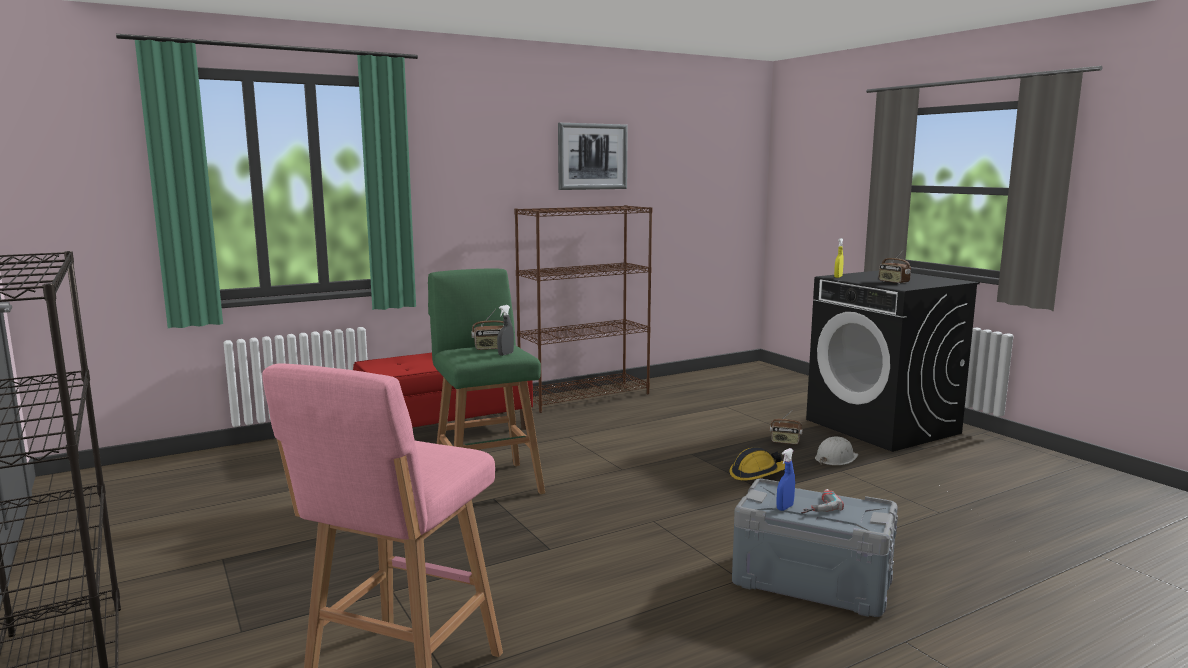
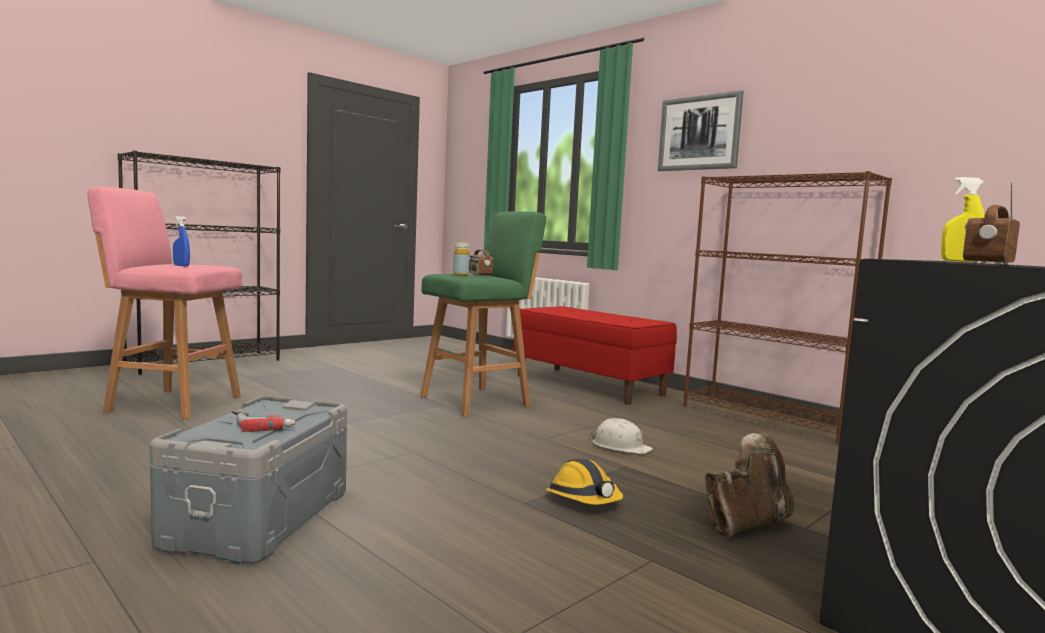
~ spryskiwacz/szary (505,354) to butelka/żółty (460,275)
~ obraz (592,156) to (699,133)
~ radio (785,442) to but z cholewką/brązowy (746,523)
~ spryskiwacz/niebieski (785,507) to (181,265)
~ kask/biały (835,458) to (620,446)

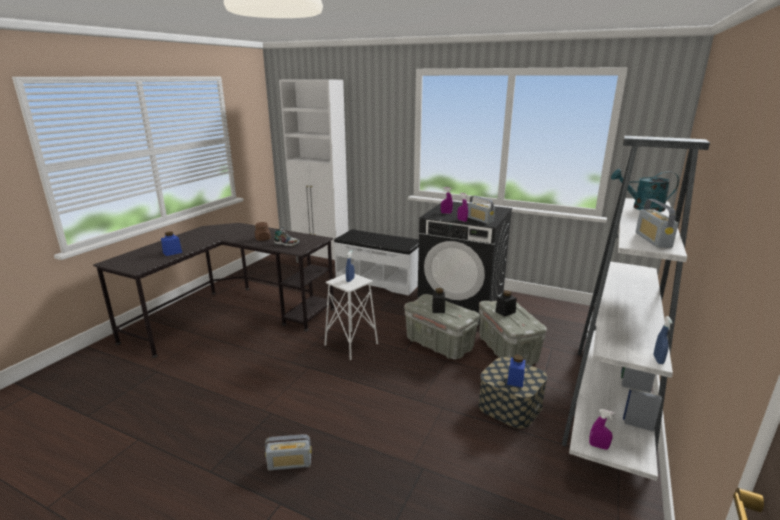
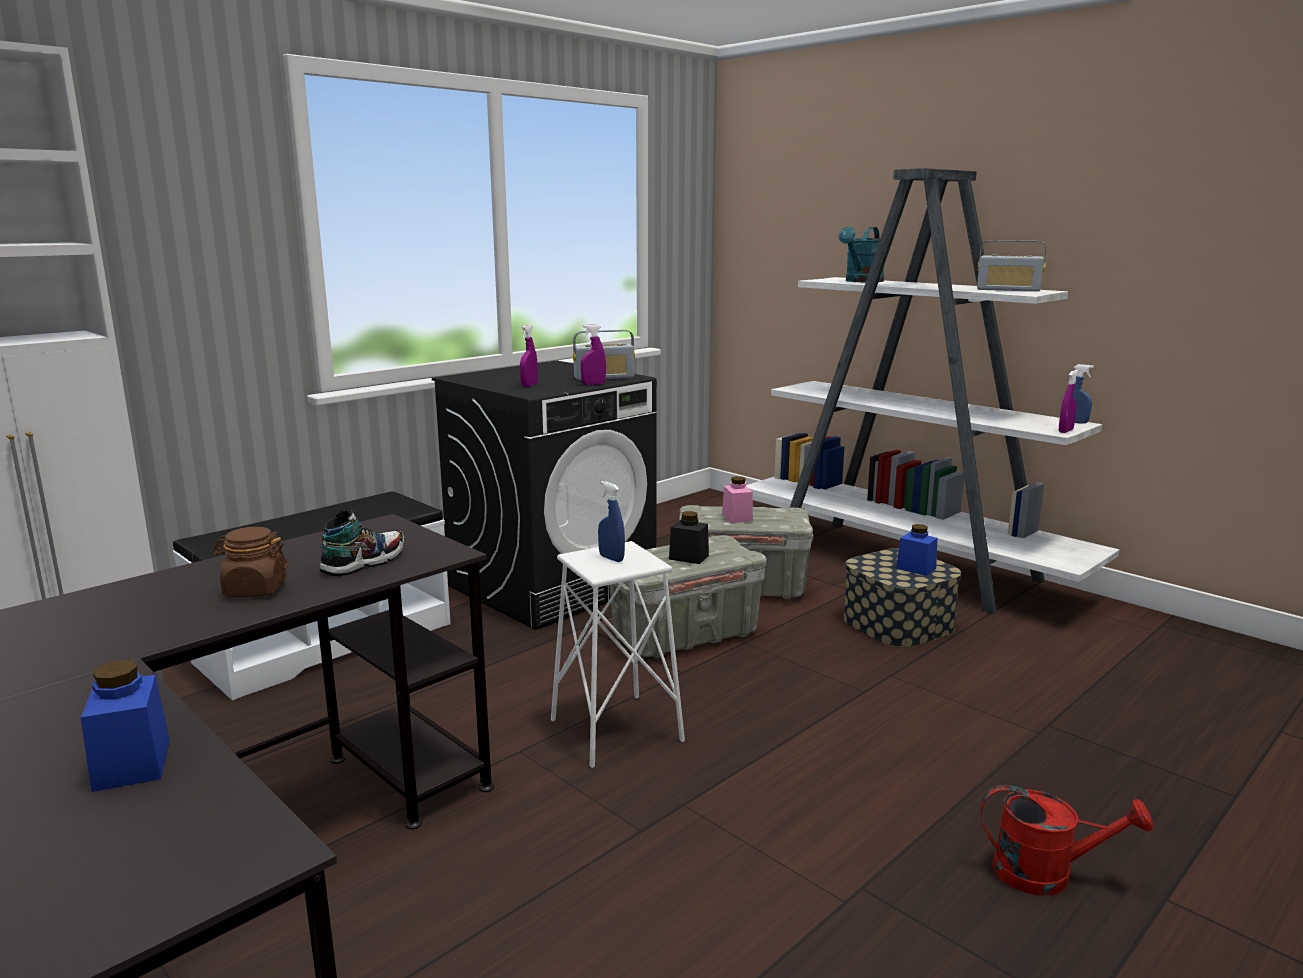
~ radio (289,463) to konewka/czerwony (1046,874)
~ słoik/czarny (505,312) to słoik/różowy (737,517)
~ spryskiwacz/fioletowy (598,446) to (1065,431)

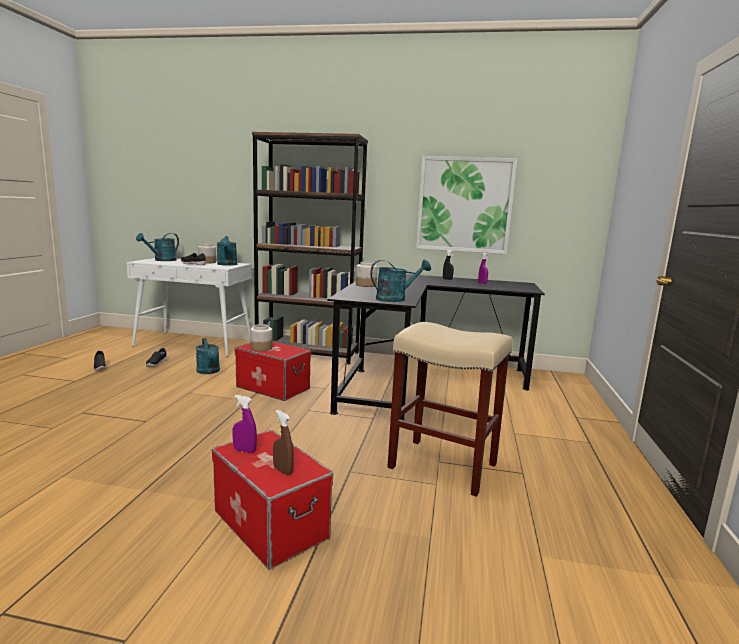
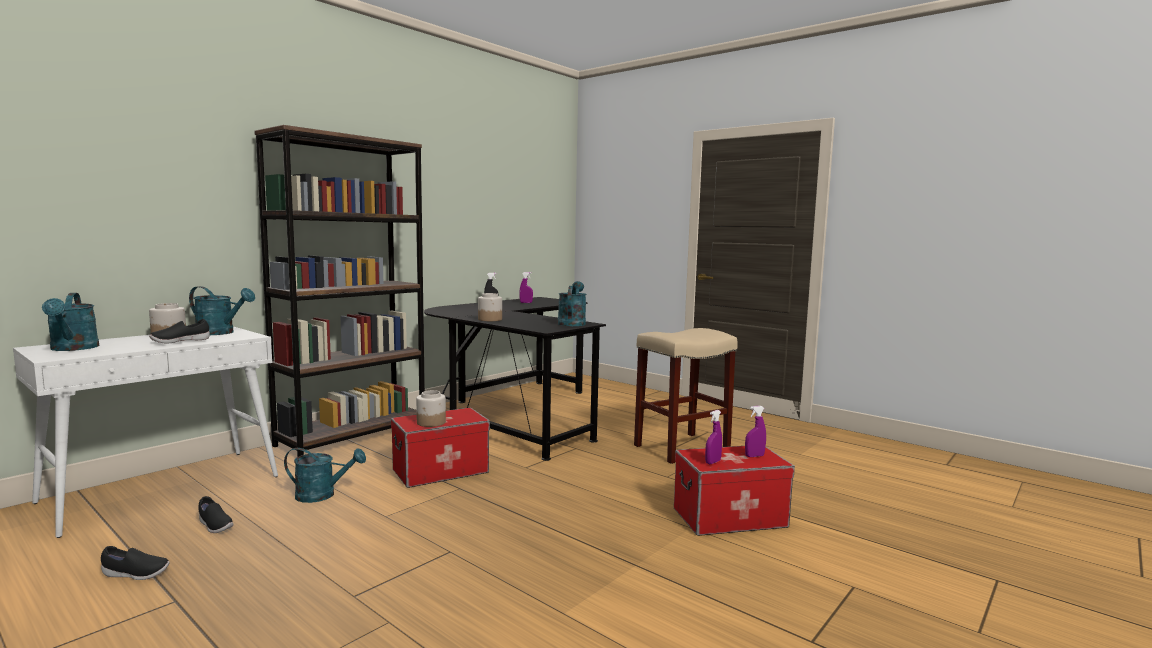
~ spryskiwacz/brązowy (283,470) to spryskiwacz/fioletowy (754,456)
- obraz (464,205)

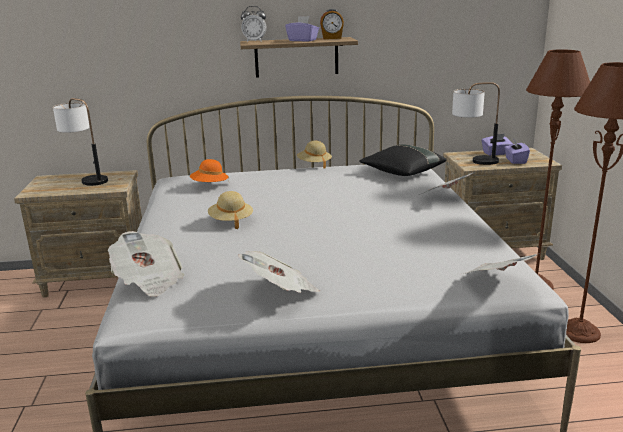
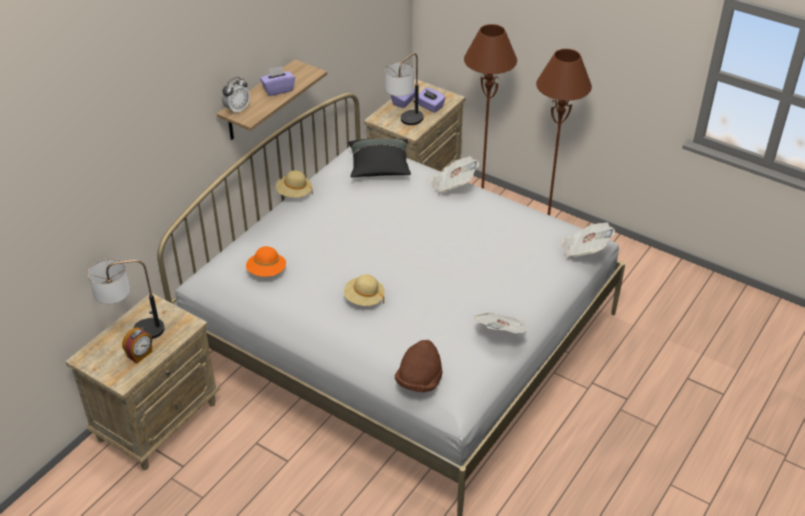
~ gazeta (148,280) to kapelusz/brązowy (419,381)
~ budzik (332,38) to (140,355)

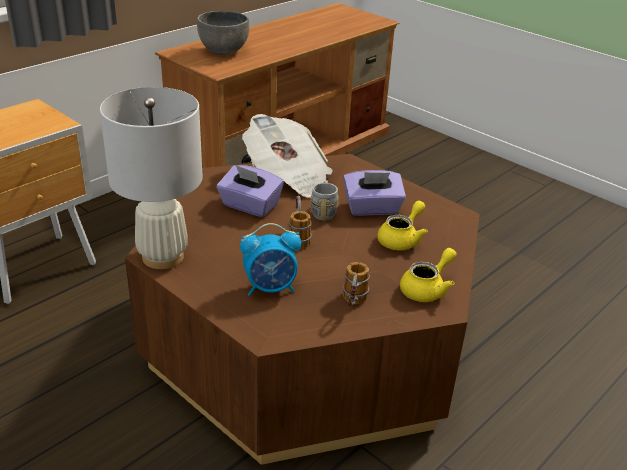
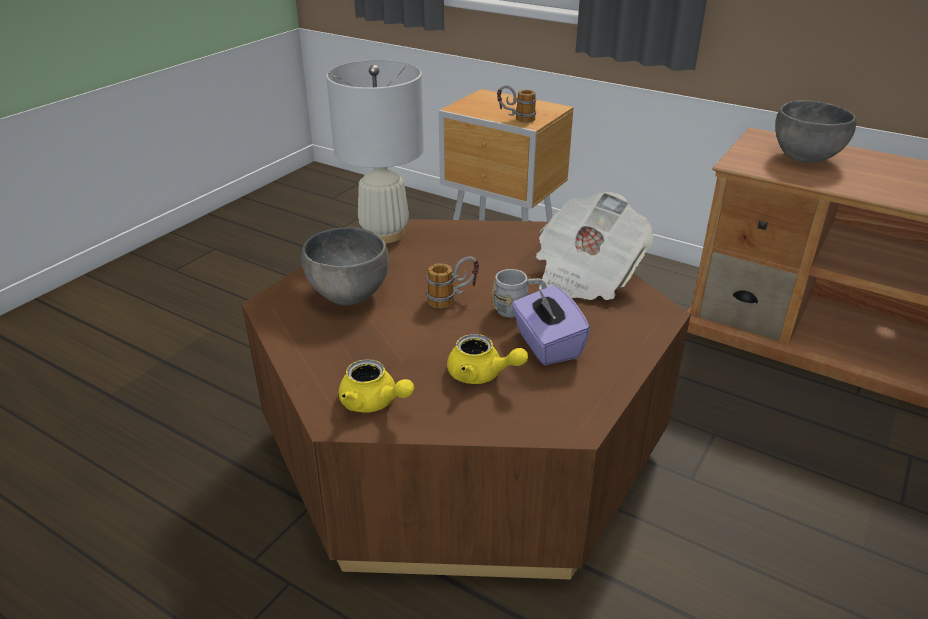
- pudełko chusteczek/fioletowy (249,206)
~ budzik (271,288) to miska/szary (349,295)
~ kubek (353,303) to (516,119)

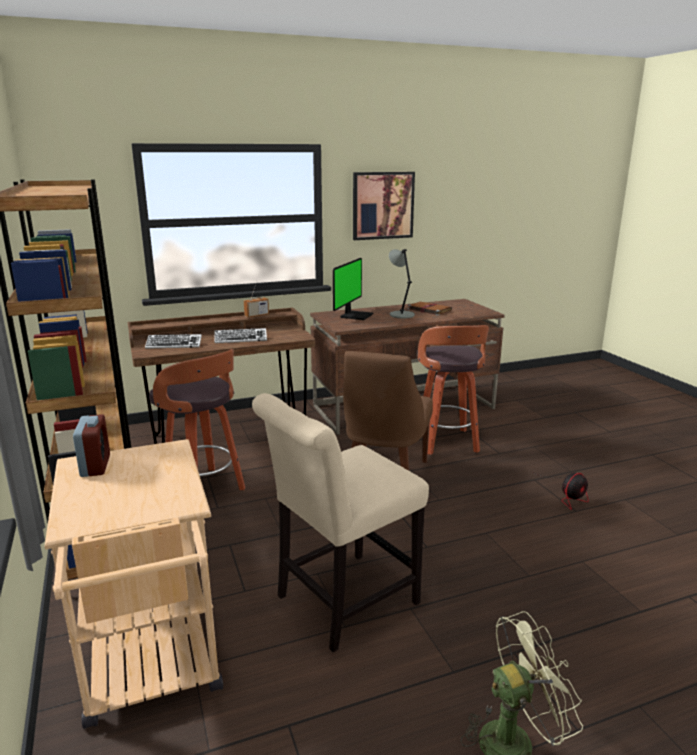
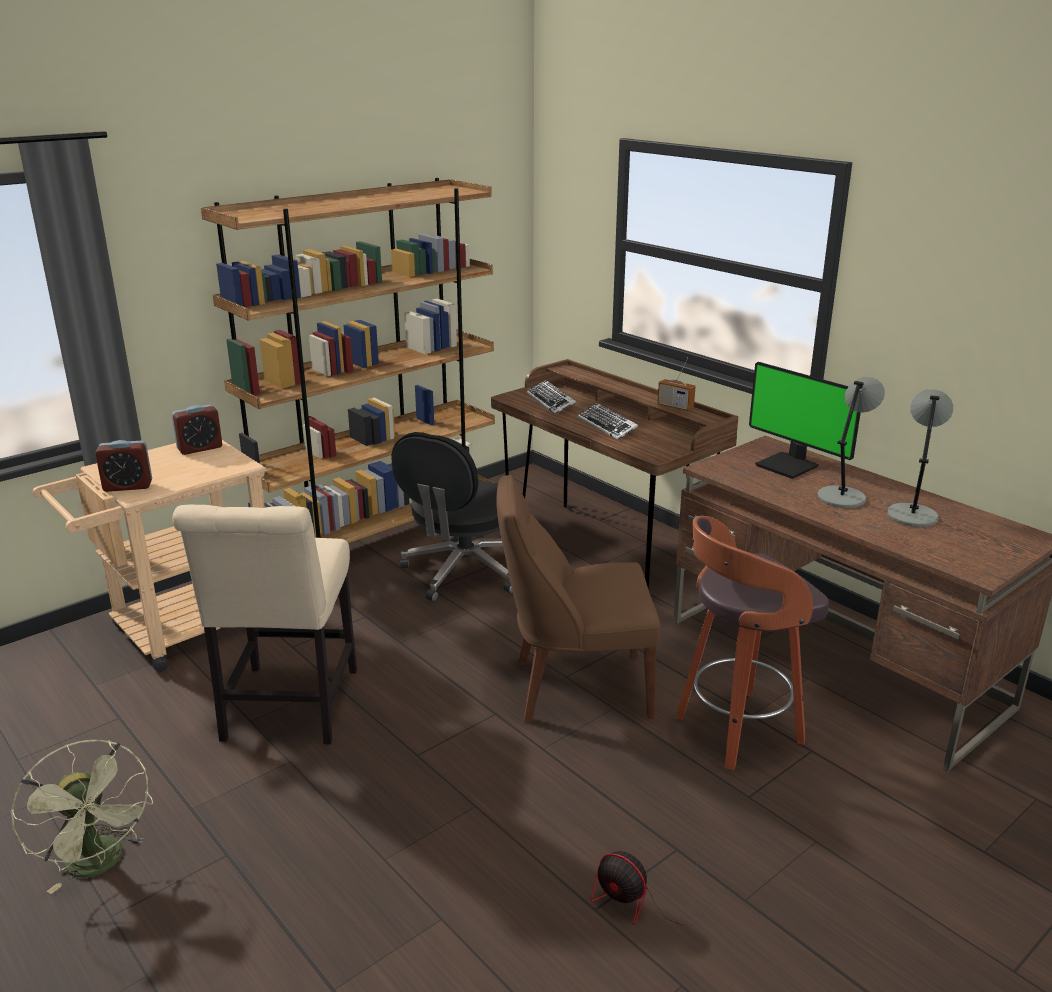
~ stołek (205,490) to krzesło biurowe/czarny (463,572)
~ krzesło/beżowy (341,602) = (288,710) 120 degrees counterclockwise
~ monitor (355,315) = (789,465) 45 degrees clockwise
- obraz (382,205)
~ książka/brązowy (428,310) to lampa stołowa/szary (912,515)
+ budzik (128,486)

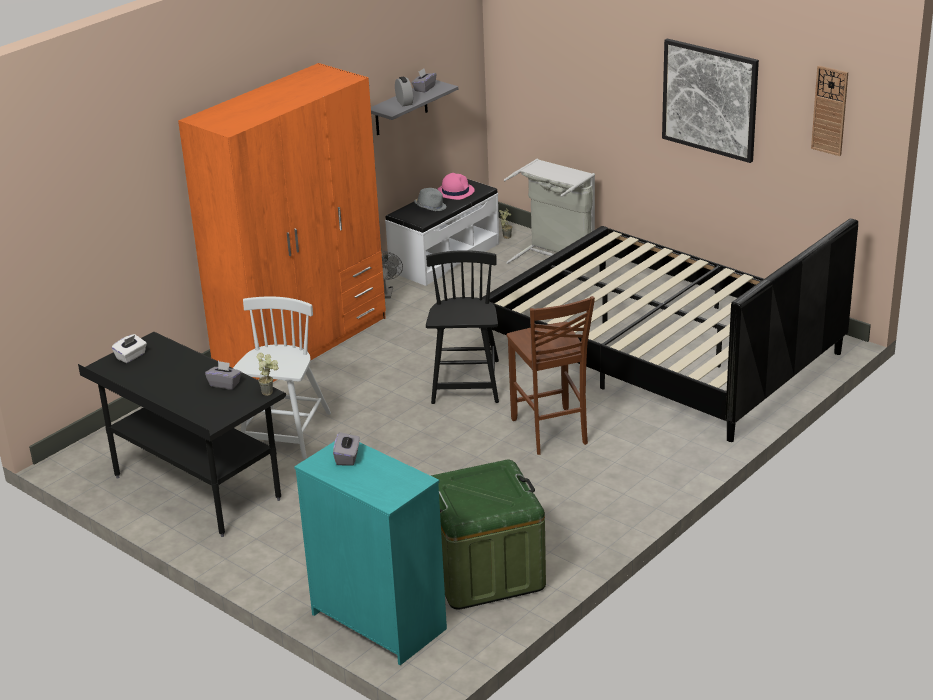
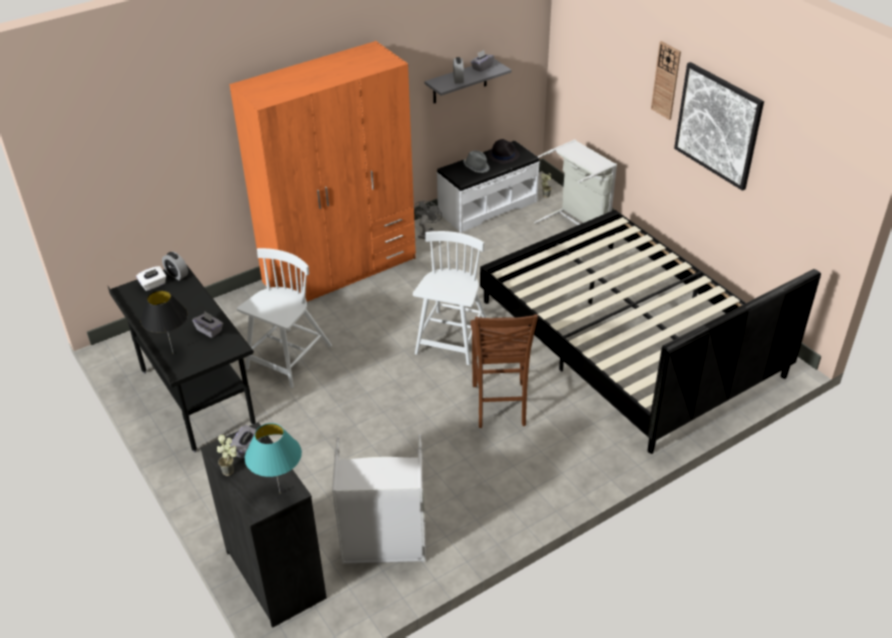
~ roślina doniczkowa (270,392) to (232,471)
~ komoda/turkusowy (379,621) to komoda/czarny (276,574)
~ krzesło/czarny (466,383) to krzesło/biały (451,338)
~ pojemnik do przechowywania/zielony (485,572) to kosz na pranie/szary (383,544)
~ kapelusz/różowy (455,191) to kapelusz/czarny (503,155)
~ zegar ścienny (830,110) to (666,80)
+ lampa stołowa/czarny (173,353)
+ budzik (177,274)
+ lampa stołowa/turkusowy (280,493)

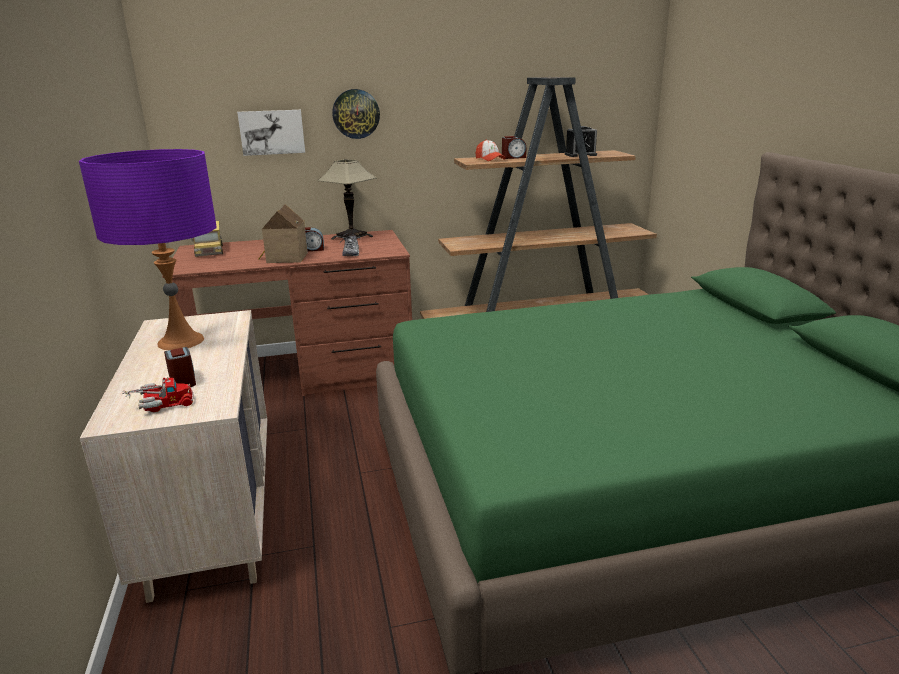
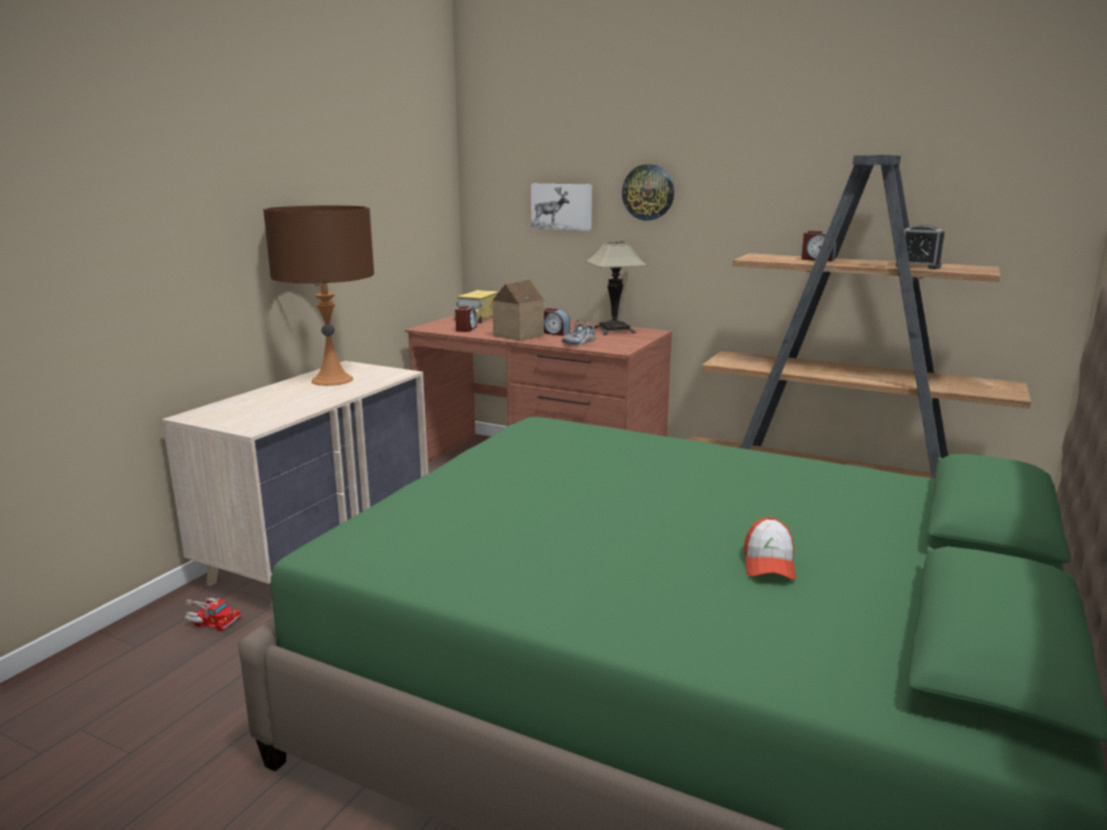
~ lampa stołowa/fioletowy (181,341) to lampa stołowa/brązowy (332,380)
~ ciężarówka zabawkowa (161,404) to (210,620)
~ budzik (183,381) to (466,329)
~ czapka z daszkiem (490,159) to (768,564)

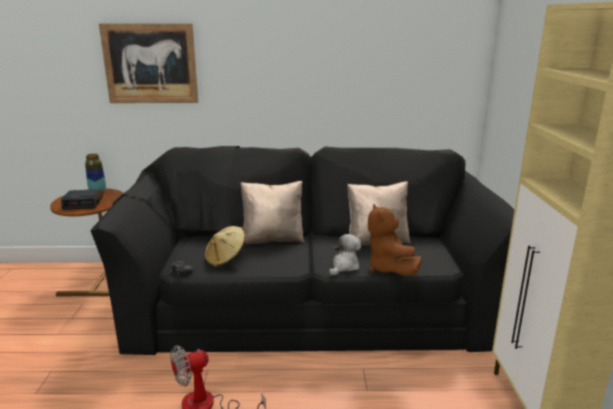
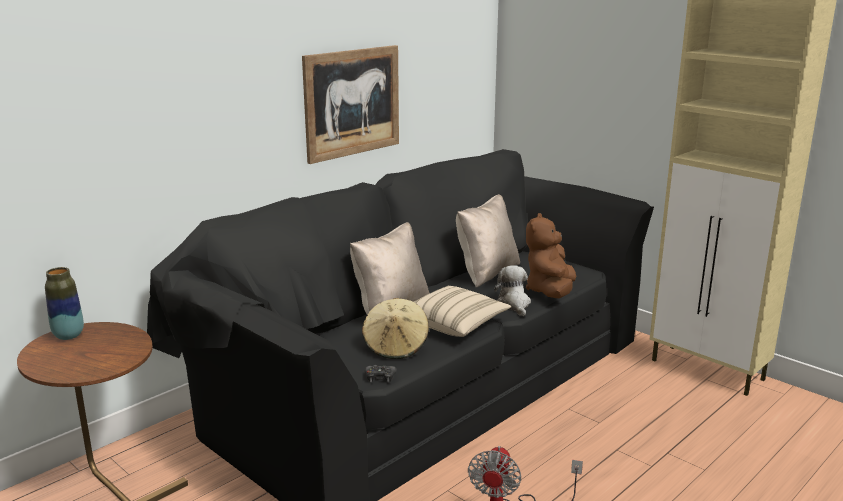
- budzik (83,203)
~ obraz (150,64) to (352,102)
~ pluszak/brązowy (389,269) = (550,291) 75 degrees clockwise
+ poduszka/beżowy (455,324)

